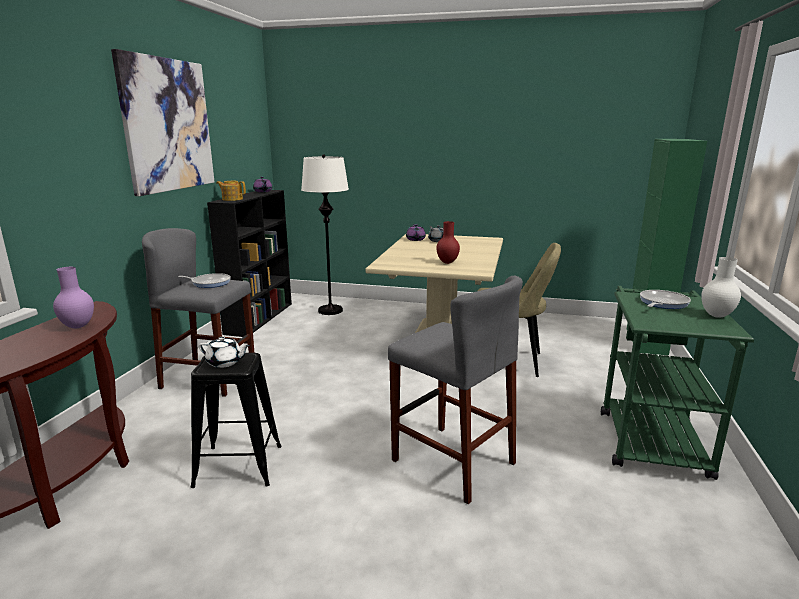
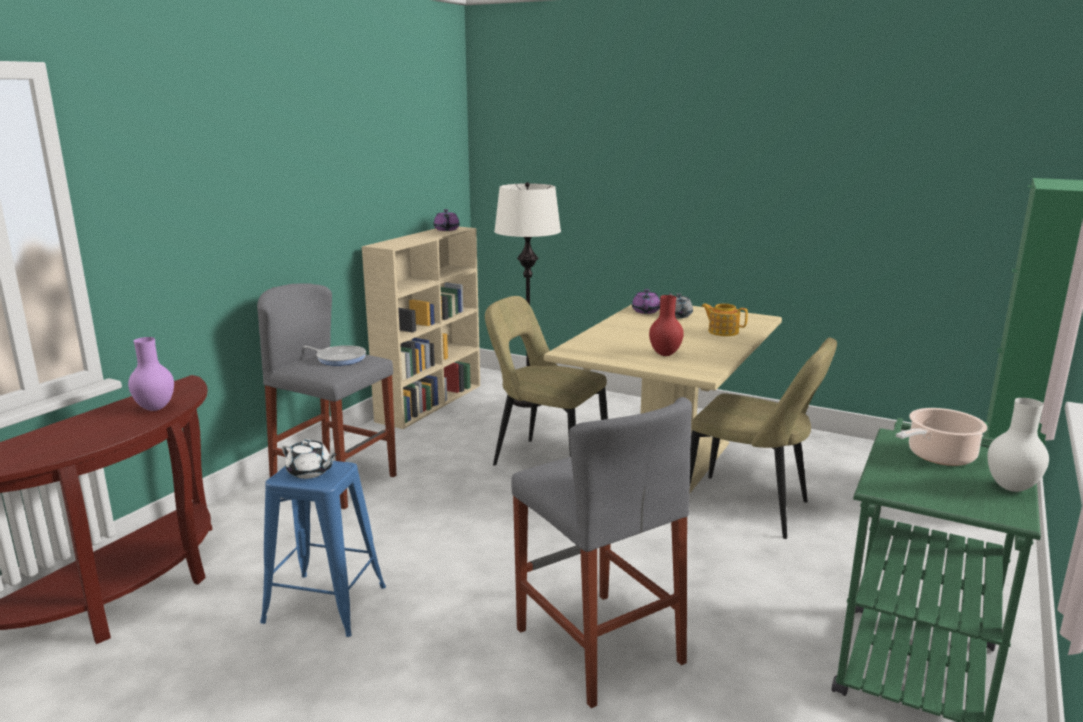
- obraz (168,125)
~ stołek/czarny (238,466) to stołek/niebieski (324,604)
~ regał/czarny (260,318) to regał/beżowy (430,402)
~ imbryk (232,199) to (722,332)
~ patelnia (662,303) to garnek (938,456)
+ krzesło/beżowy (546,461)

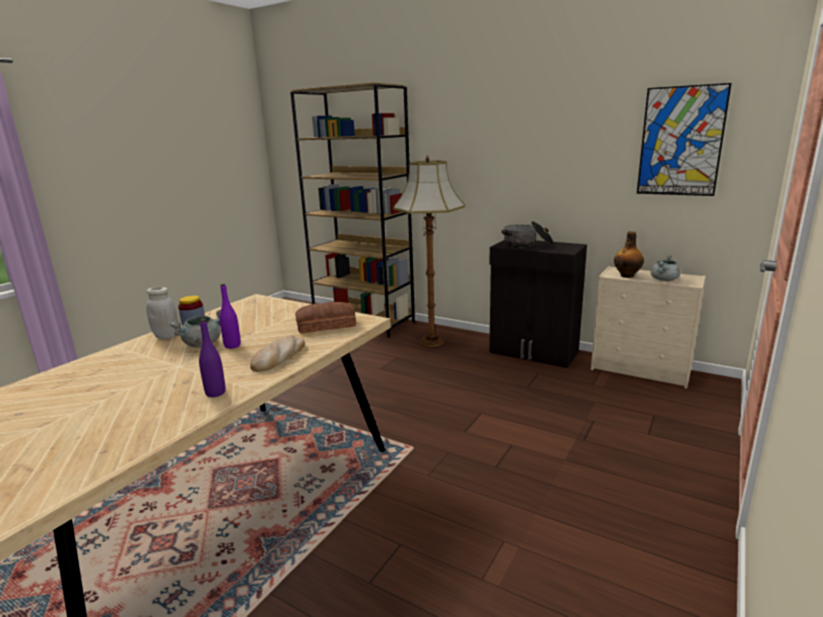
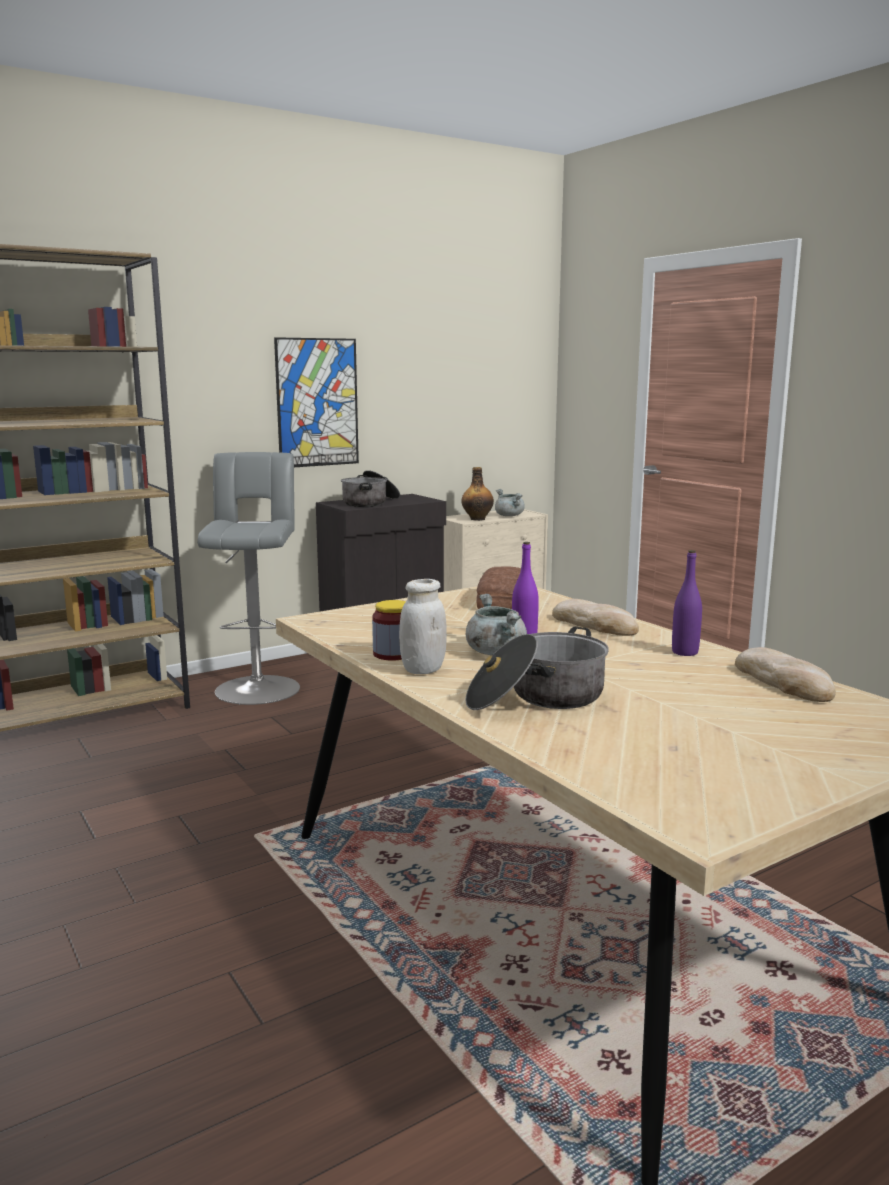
~ lampa stojąca (432,341) to stołek/szary (258,687)
~ obraz (681,141) to (317,402)
+ garnek (537,698)
+ chleb (784,682)

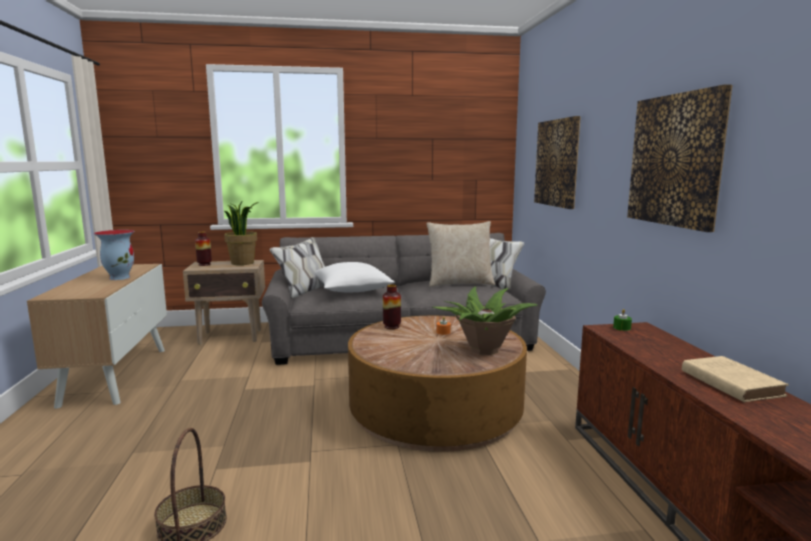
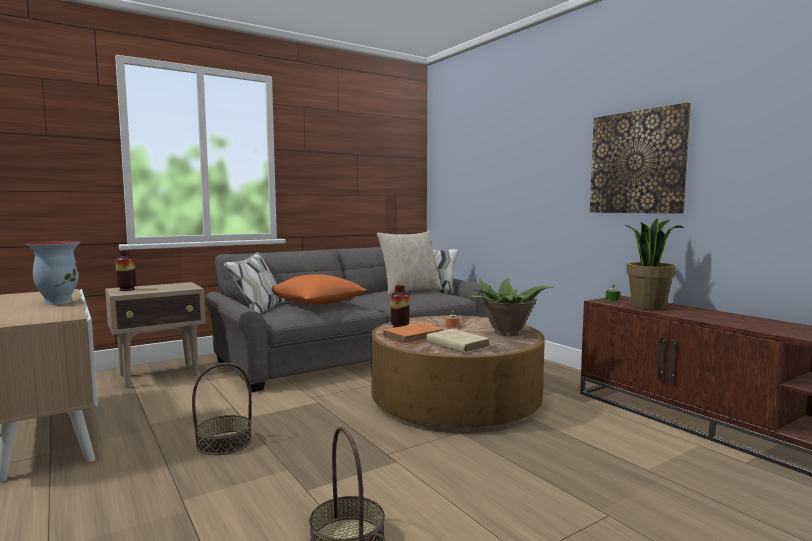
~ roślina doniczkowa (243,263) to (648,307)
~ poduszka/biały (352,290) to poduszka/pomarańczowy (316,303)
- obraz (557,163)
~ książka/beżowy (729,382) to (456,344)
+ koszyk (224,443)
+ książka/pomarańczowy (414,337)

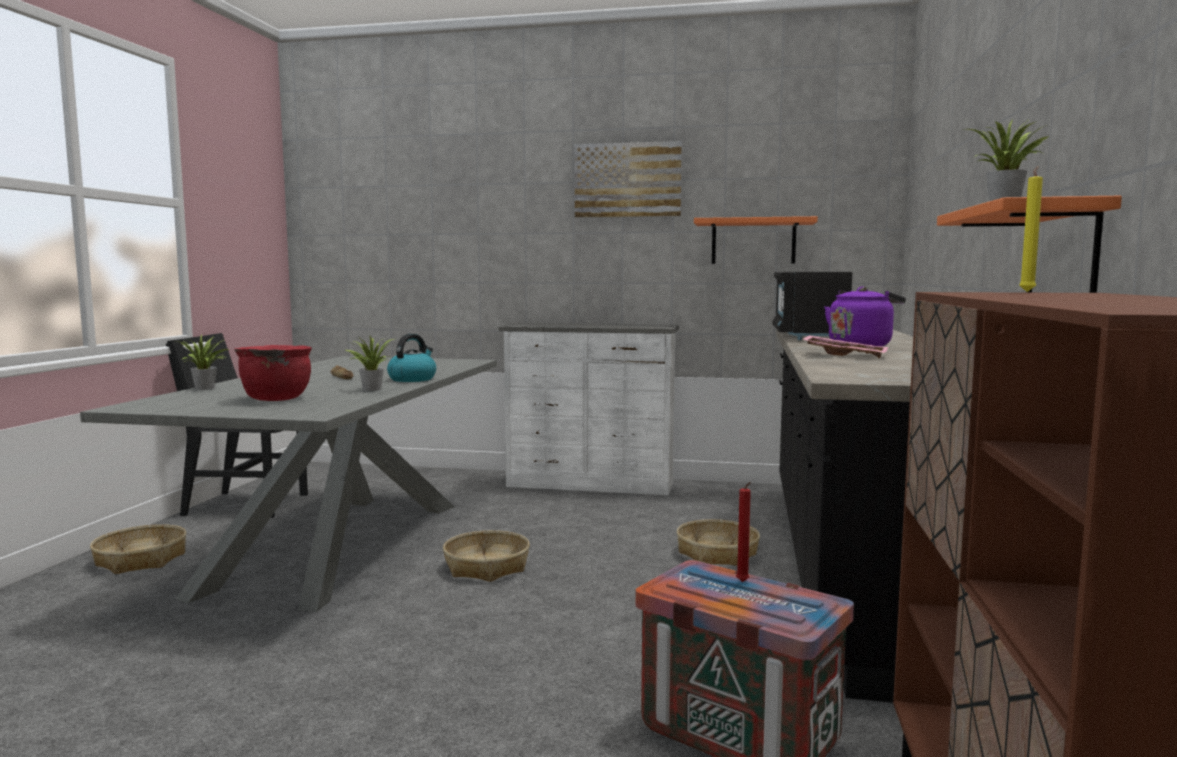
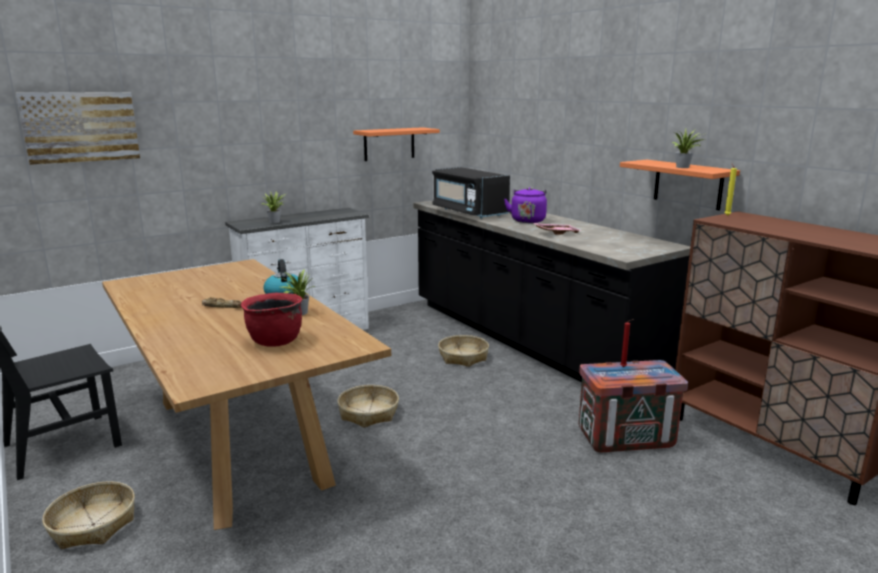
~ stół jadalny/szary (341,544) to stół jadalny/brązowy (238,440)
~ roślina doniczkowa (206,388) to (276,222)
~ obraz (628,180) to (81,127)

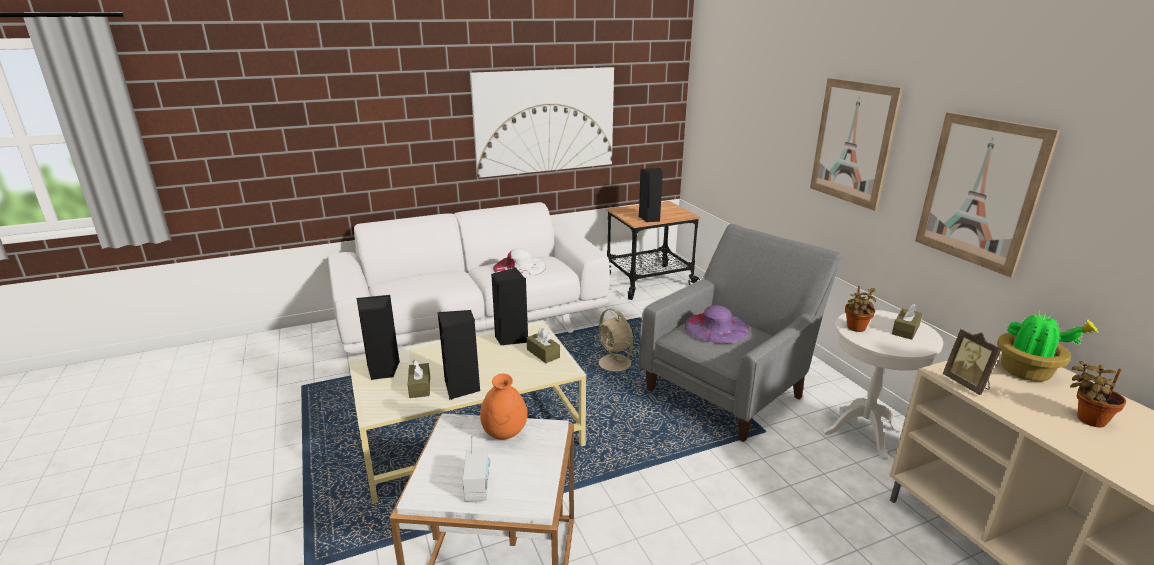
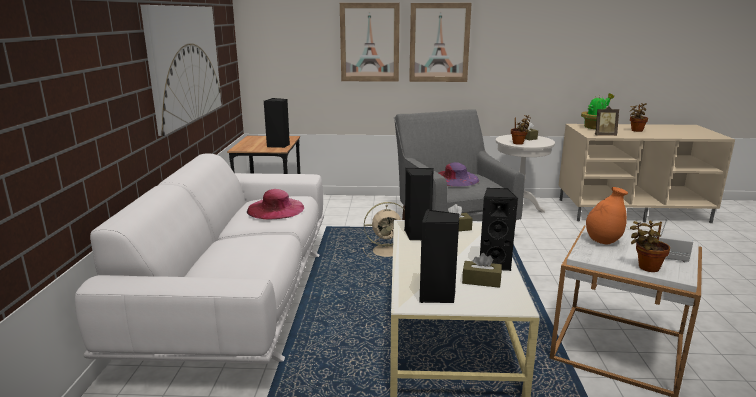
~ kapelusz/biały (519,267) to kapelusz/różowy (275,209)
~ obraz (980,192) to (369,42)
+ roślina doniczkowa (646,268)

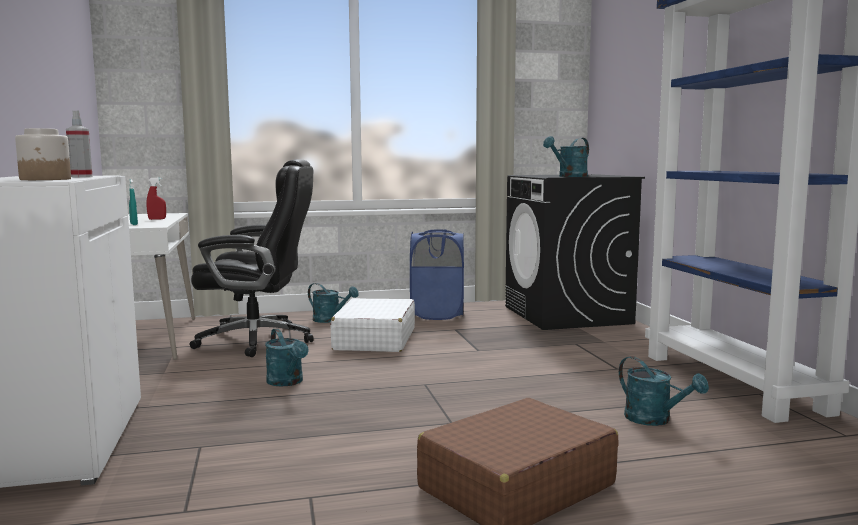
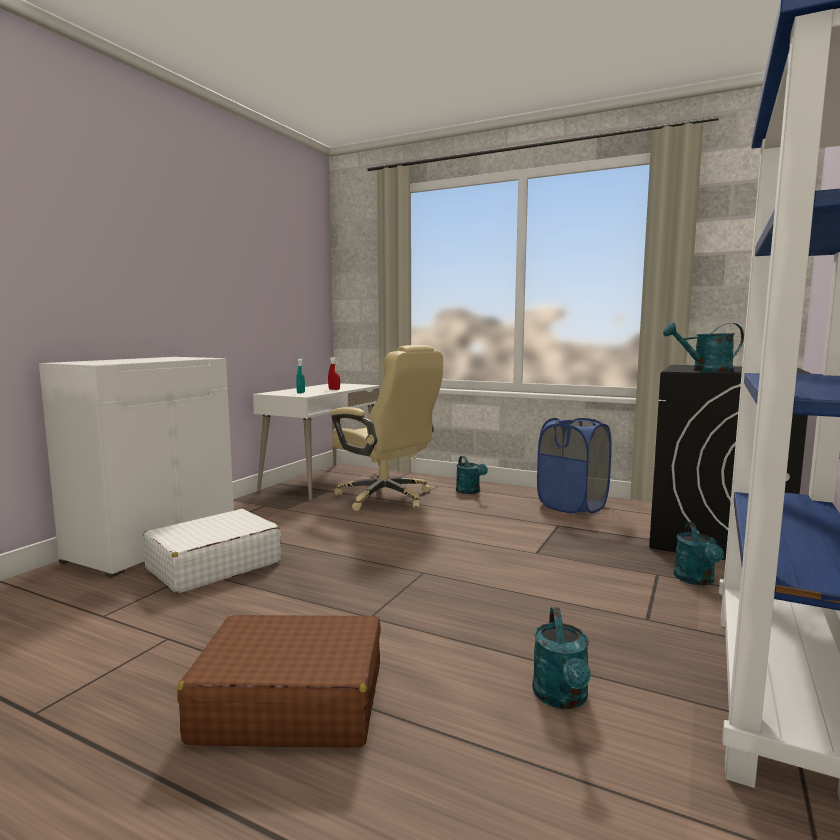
- słoik (46,179)
- spryskiwacz (81,176)
~ krzesło biurowe/czarny (258,340) to krzesło biurowe/beżowy (386,498)
~ konewka/turkusowy (287,382) to (696,580)
~ walizka/biały (374,339) to (213,565)

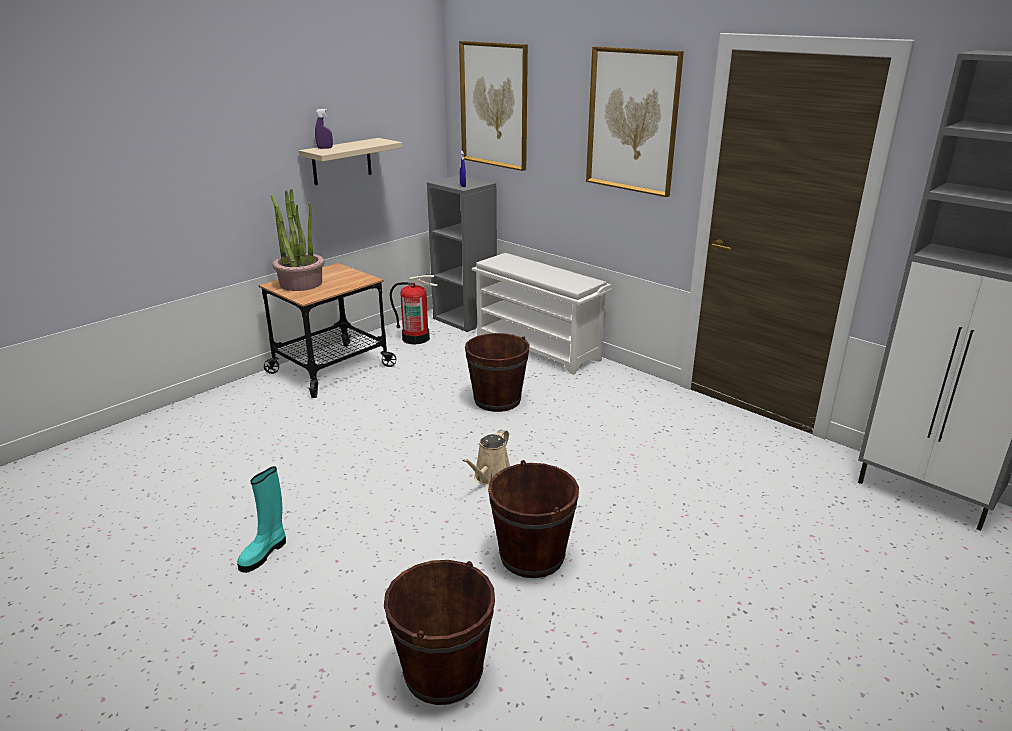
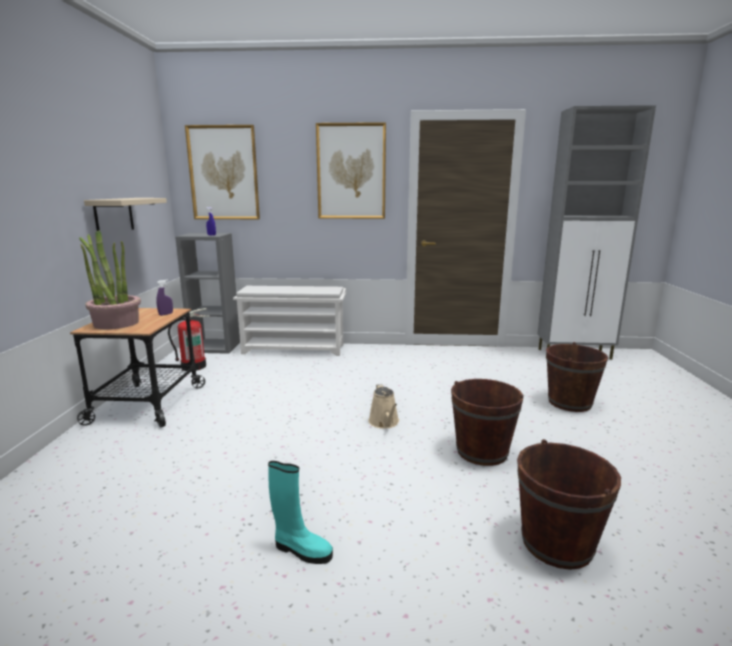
~ but z cholewką/turkusowy (264,553) = (301,550) 60 degrees counterclockwise
~ spryskiwacz/fioletowy (325,148) to (166,314)
~ wiadro/brązowy (497,400) to (569,402)

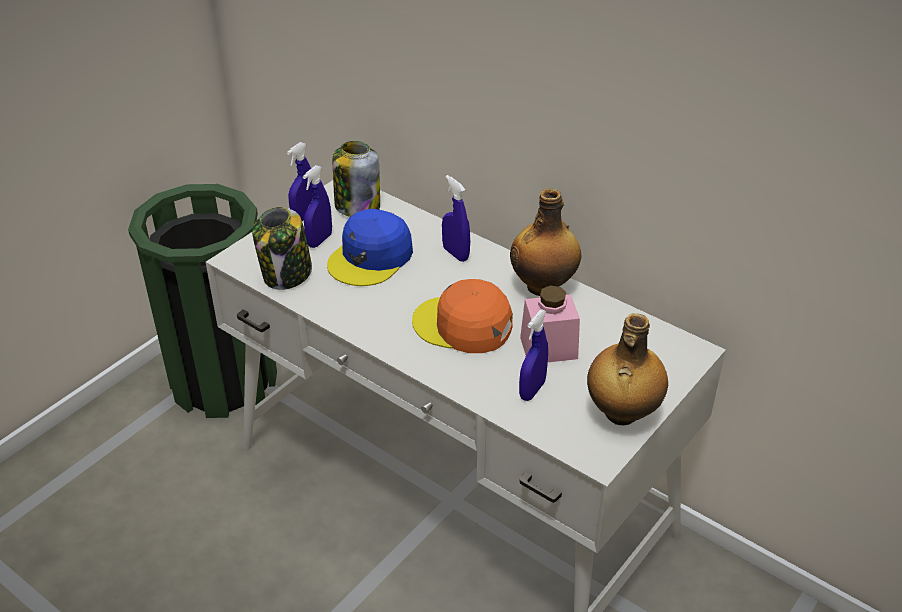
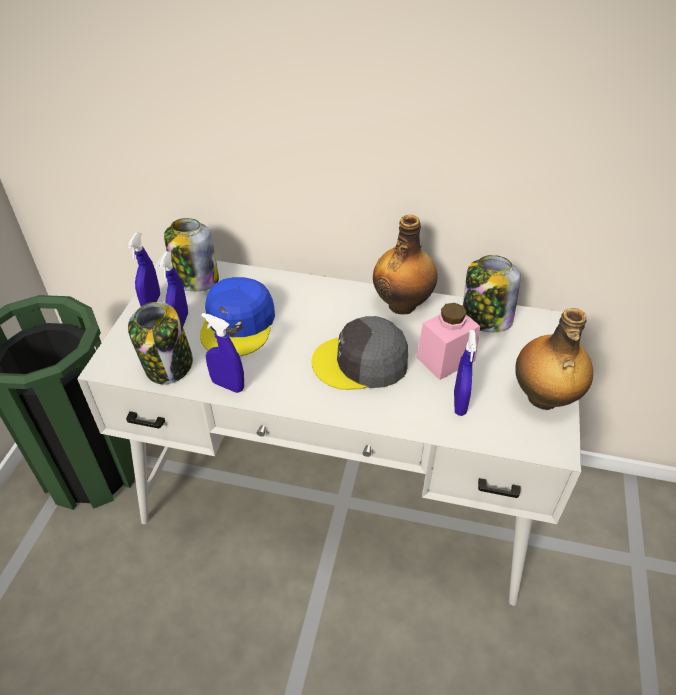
~ czapka z daszkiem/pomarańczowy (463,325) to czapka z daszkiem/szary (361,362)
~ spryskiwacz/niebieski (455,254) to (228,385)
+ słoik (485,318)

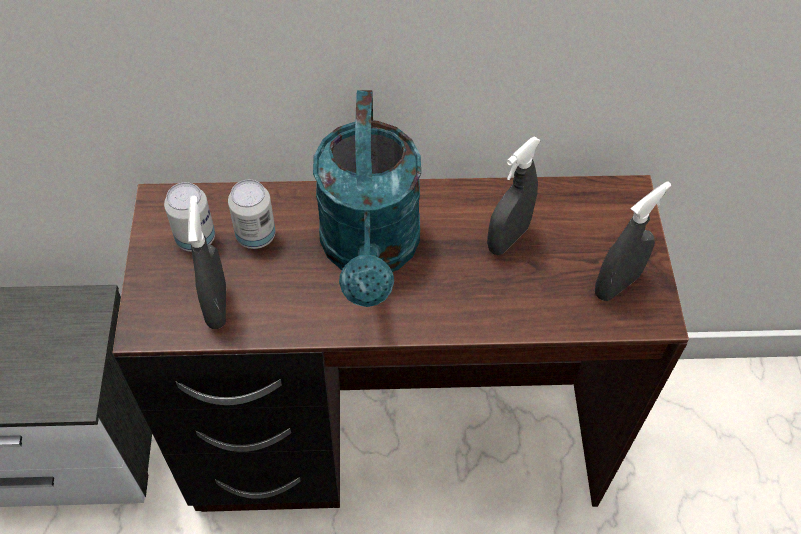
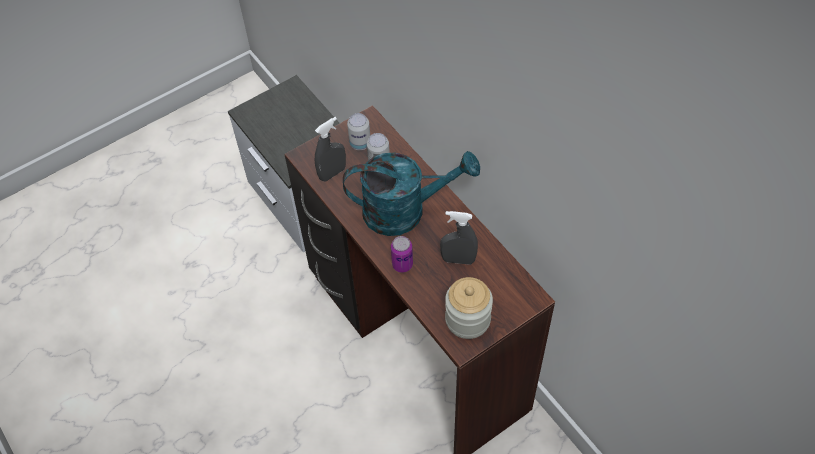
~ konewka/turkusowy (370,252) = (405,210) 150 degrees counterclockwise
~ spryskiwacz/szary (616,285) to słoik (467,319)
+ puszka (402,264)

